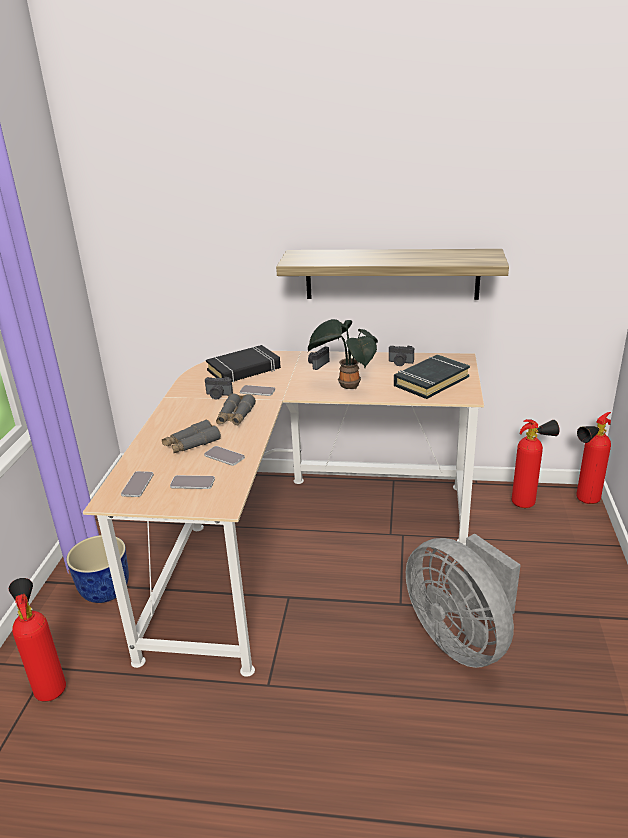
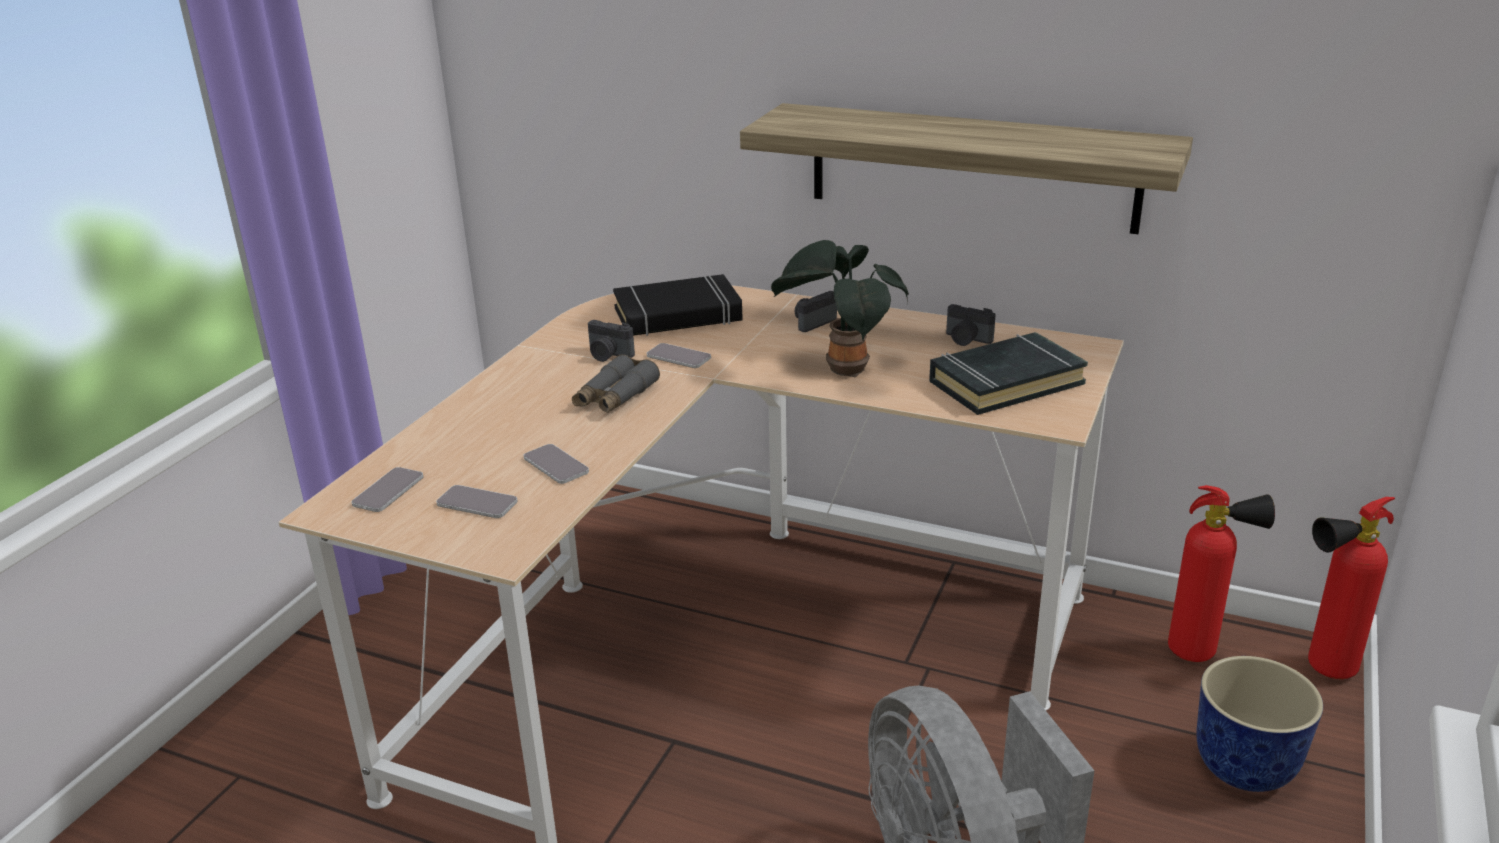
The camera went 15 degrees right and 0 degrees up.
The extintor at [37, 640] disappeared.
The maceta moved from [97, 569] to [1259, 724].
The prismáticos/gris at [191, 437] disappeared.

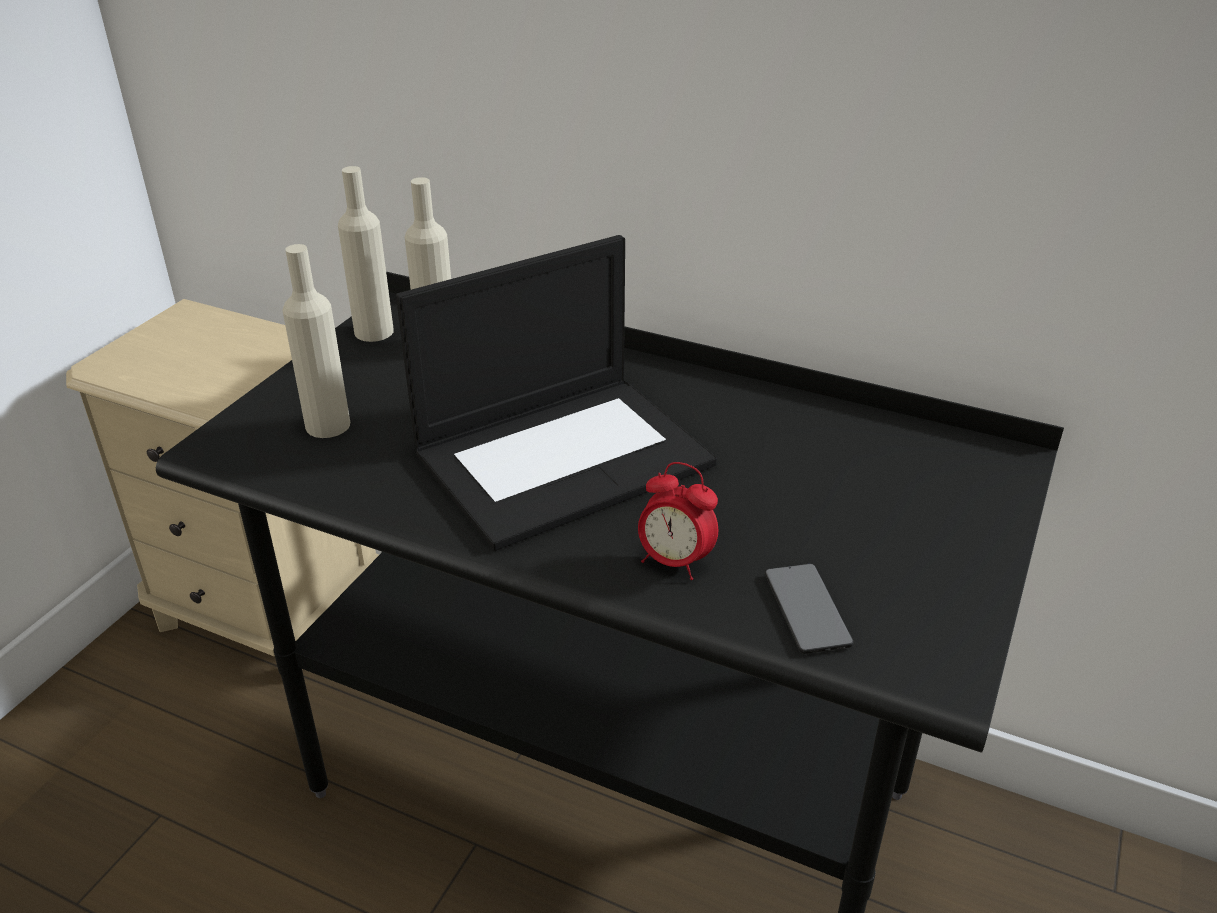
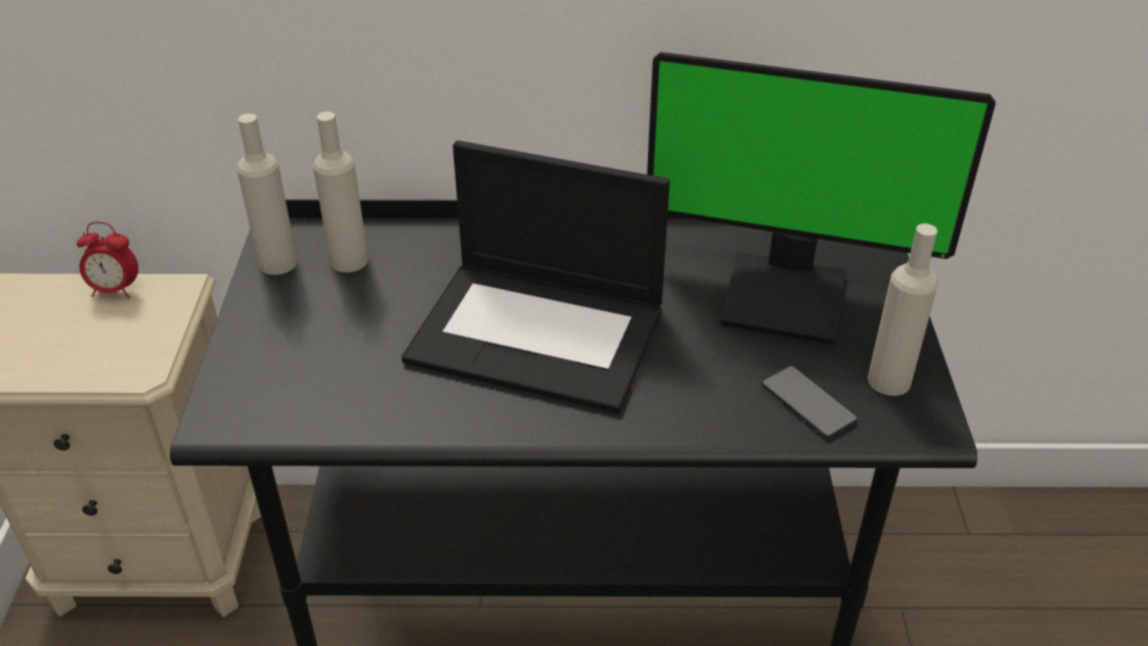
The camera went 25 degrees left and 5 degrees up.
The botella/beis moved from [316, 341] to [903, 310].
The portátil at [556, 393] turned 75 degrees clockwise.
The despertador moved from [678, 521] to [107, 260].
The monitor at [821, 198] appeared.

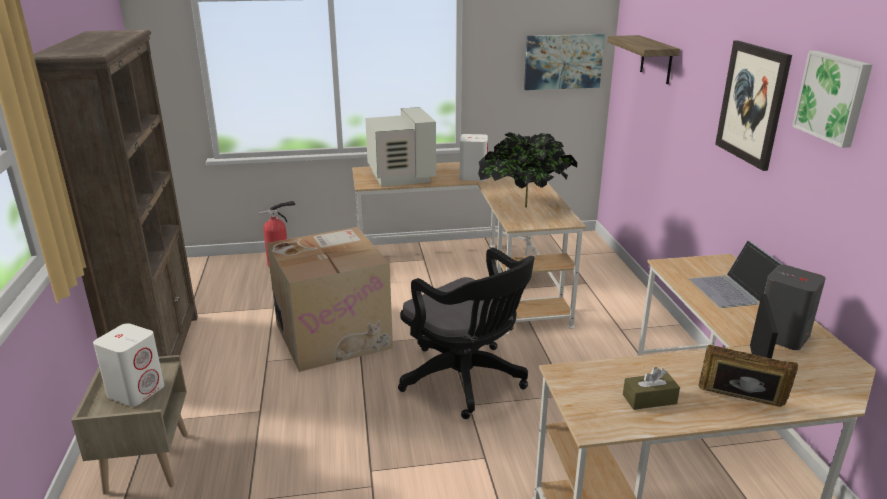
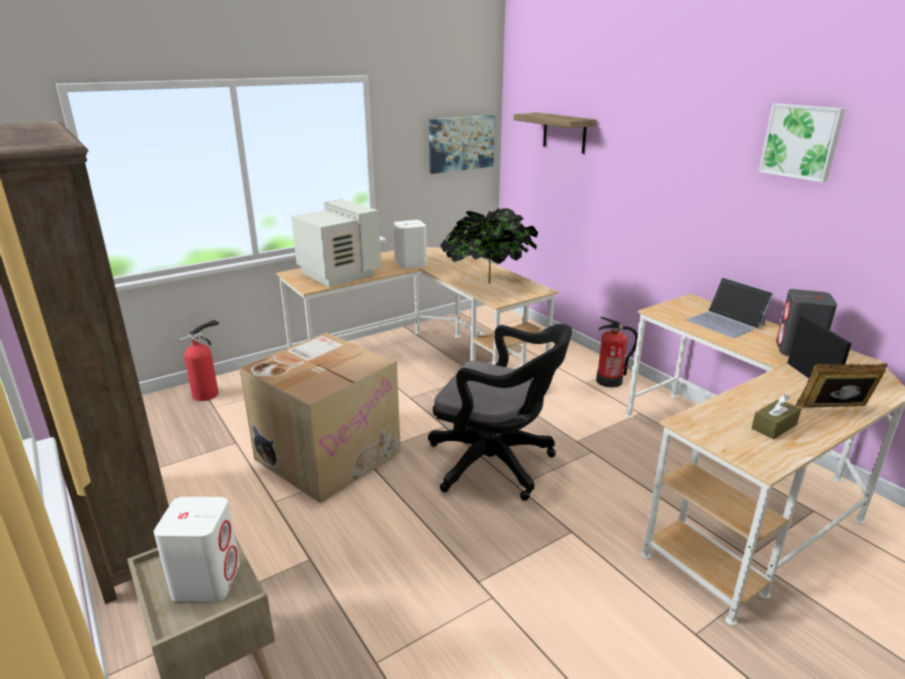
The camera went 25 degrees left and 0 degrees up.
The cuadro at [753, 105] disappeared.
The extintor at [617, 352] appeared.

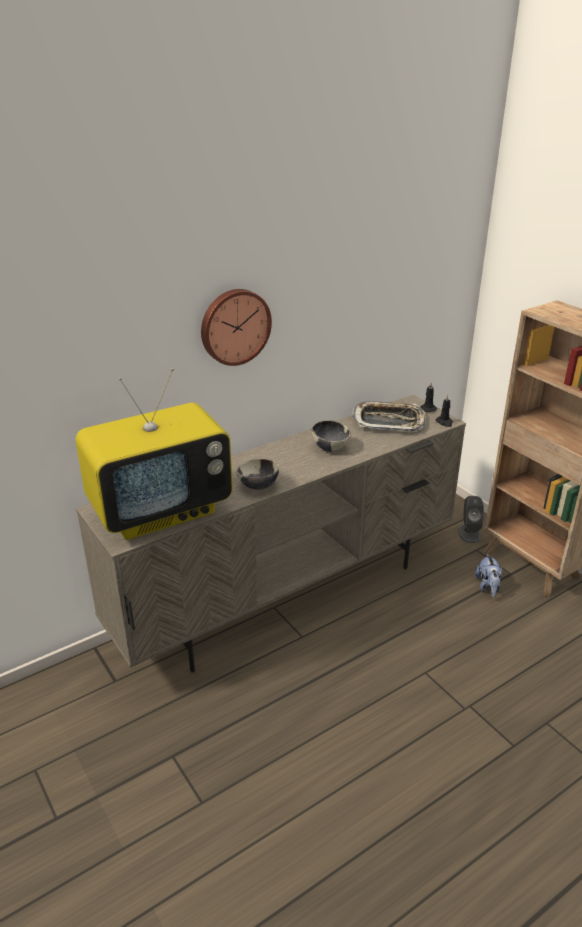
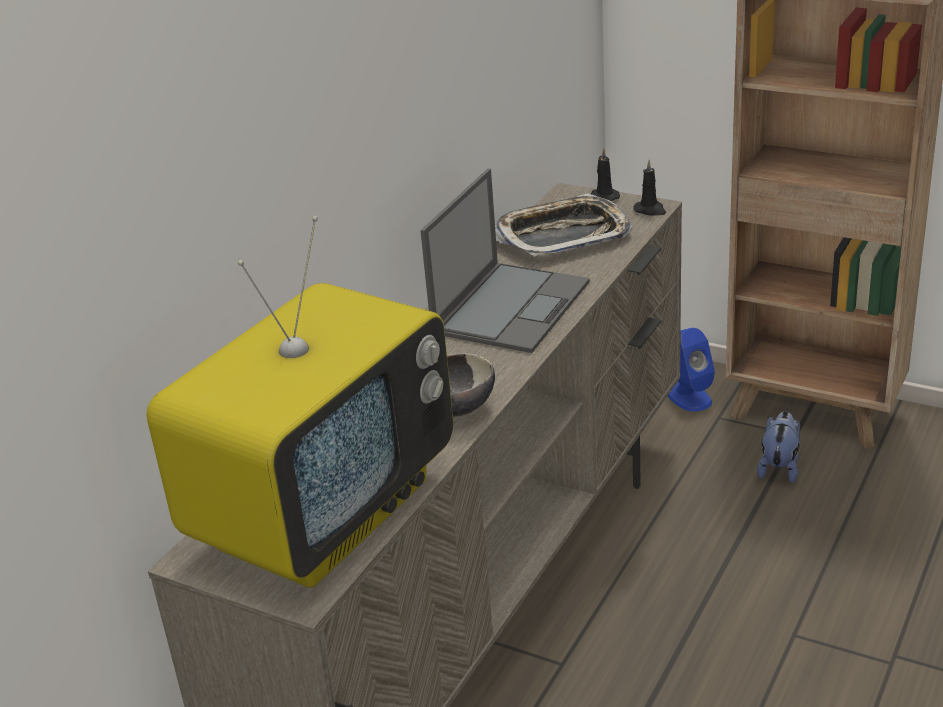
The camera went 25 degrees left and 0 degrees up.
The reloj de pared at [236, 327] disappeared.
The cuenco at [331, 436] was replaced by the portátil at [505, 261].
The altavoz/gris at [471, 519] became the altavoz/azul at [691, 370].
The peluche at [488, 575] turned 135 degrees counterclockwise.

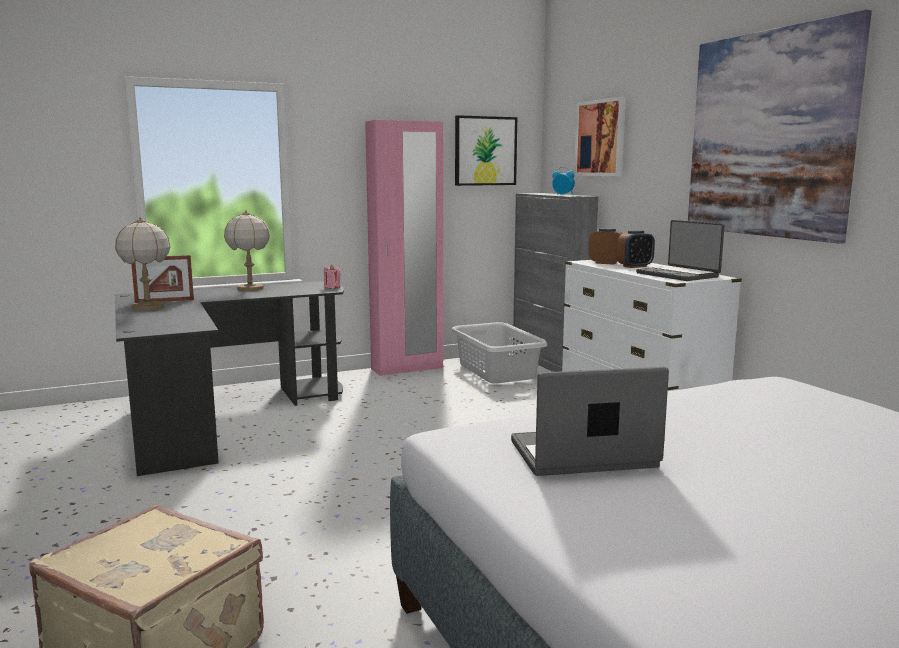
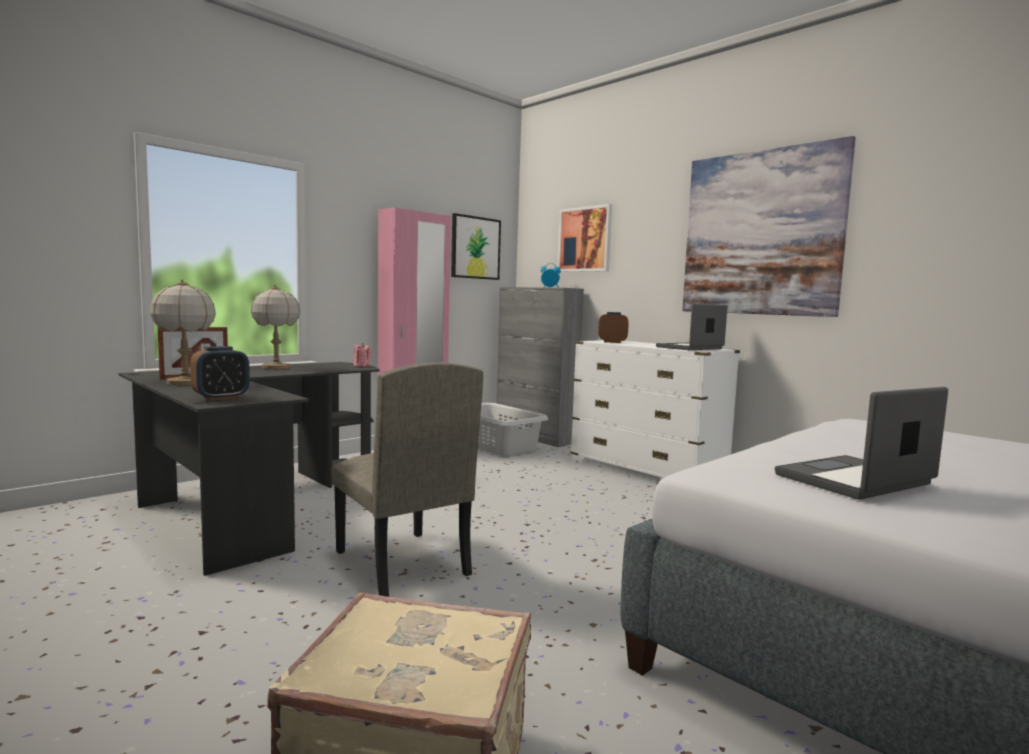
The camera went 20 degrees left and 5 degrees down.
The despertador moved from [636, 249] to [220, 373].
The portátil at [680, 250] turned 105 degrees clockwise.
The silla/beis at [407, 479] appeared.

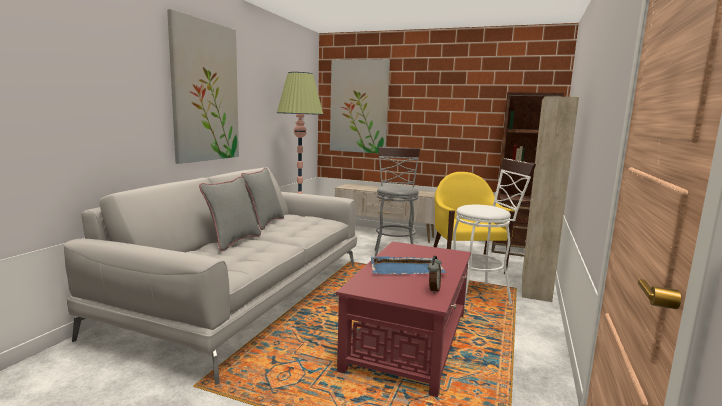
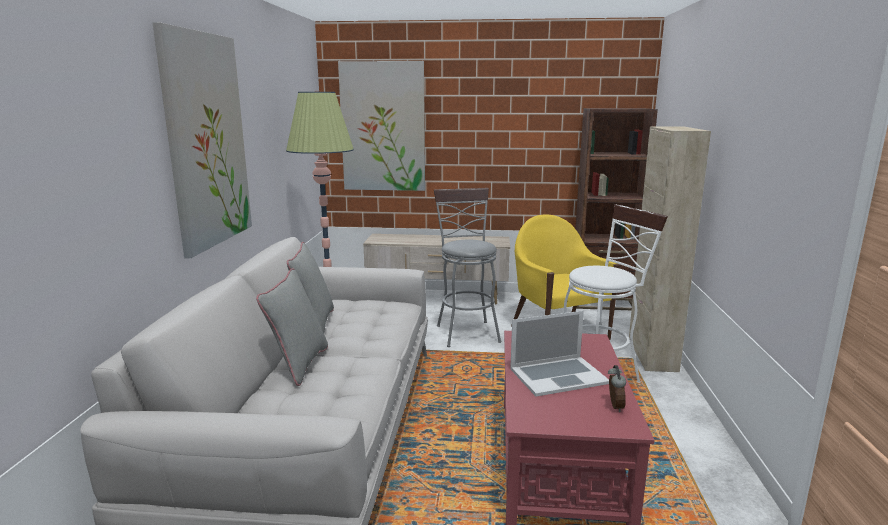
The camera went 15 degrees left and 5 degrees up.
The bandeja/azul at [408, 265] was replaced by the portátil at [559, 353].

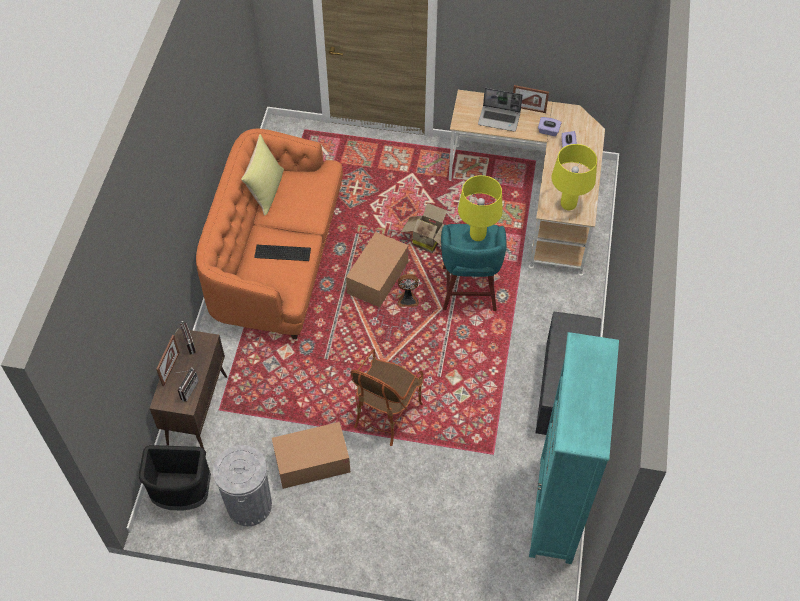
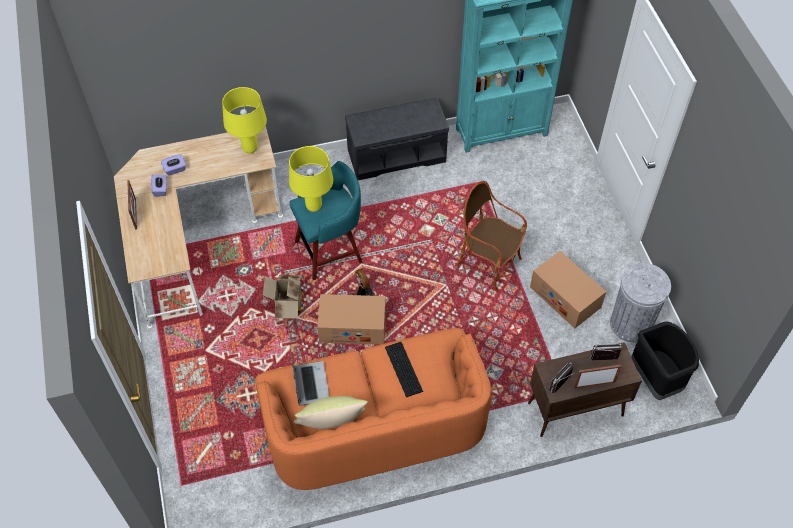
The camera went 115 degrees left and 0 degrees up.
The sillón at [387, 397] turned 150 degrees counterclockwise.
The portátil moved from [500, 110] to [310, 379].

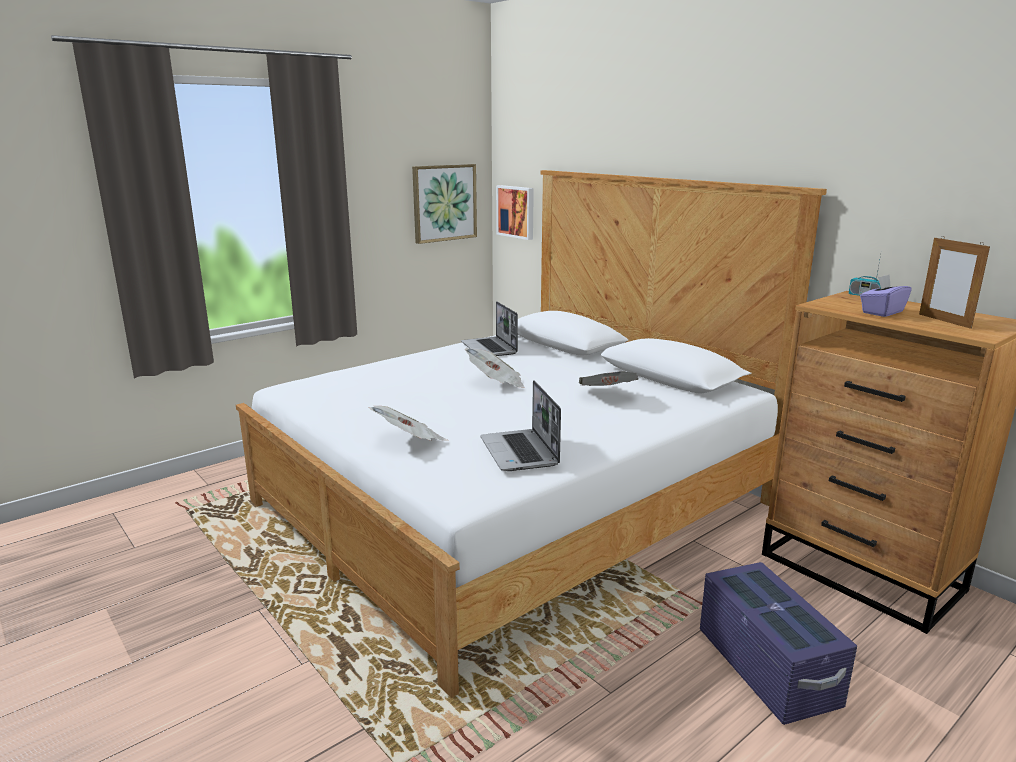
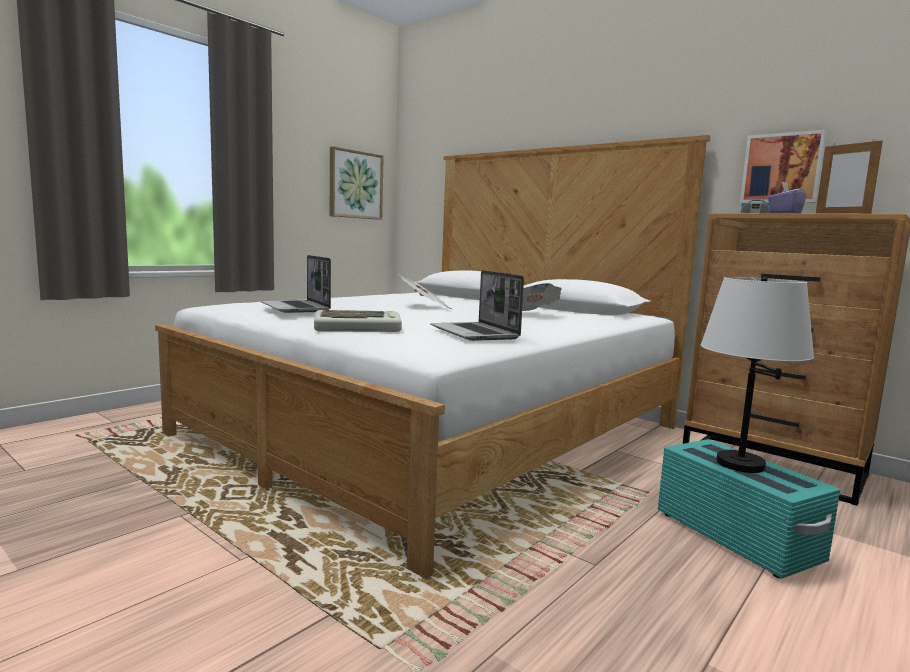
The camera went 10 degrees left and 10 degrees down.
The periódico at [408, 423] was replaced by the teclado at [358, 321].
The portátil moved from [489, 328] to [296, 284].
The cuadro moved from [515, 212] to [783, 166].
The caja de almacenaje/morado at [778, 643] became the caja de almacenaje/turquesa at [749, 509].
The lámpara de mesa/blanco at [757, 375] appeared.

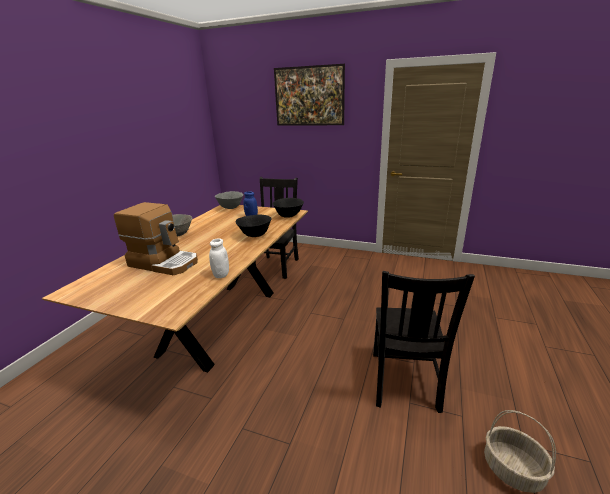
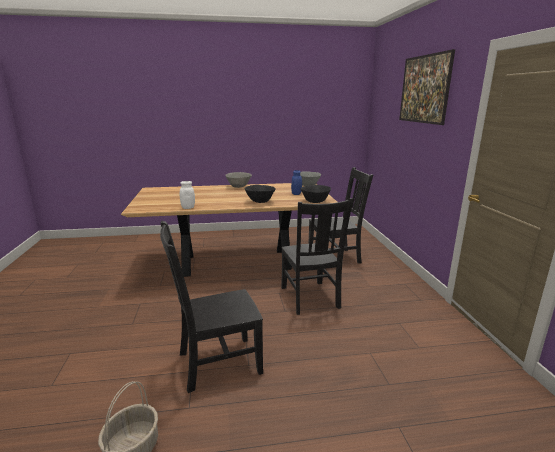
The camera went 60 degrees right and 5 degrees down.
The cafetera at [156, 238] disappeared.
The silla/negro at [317, 256] appeared.

